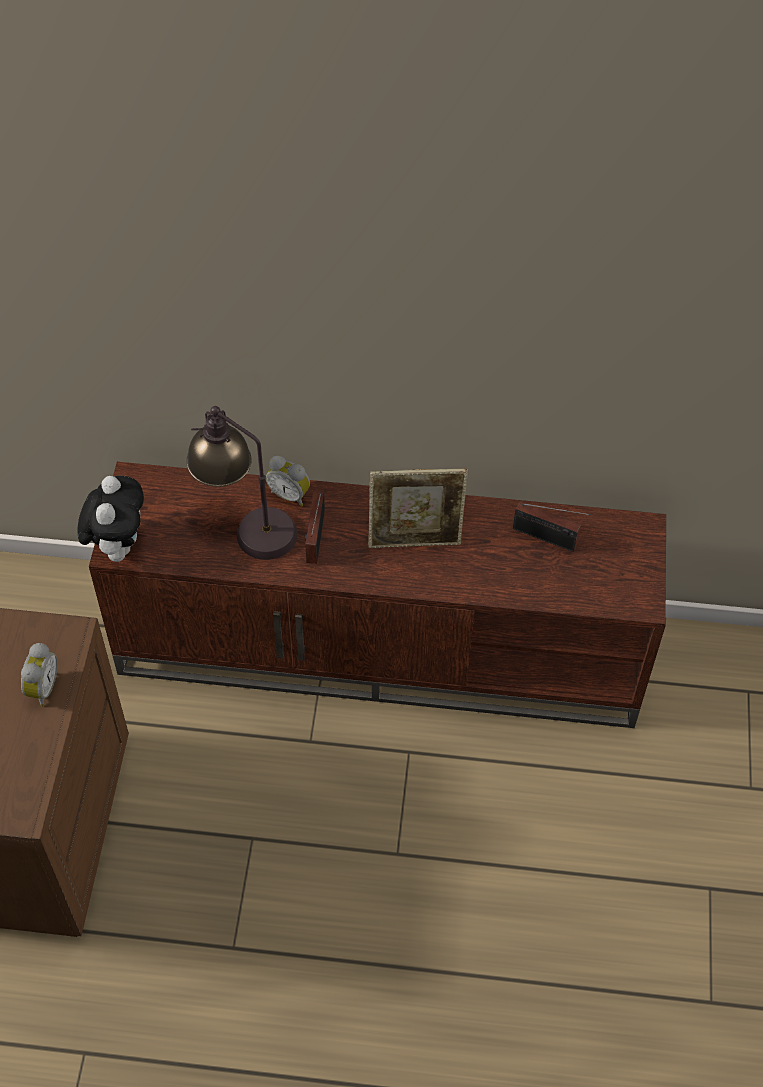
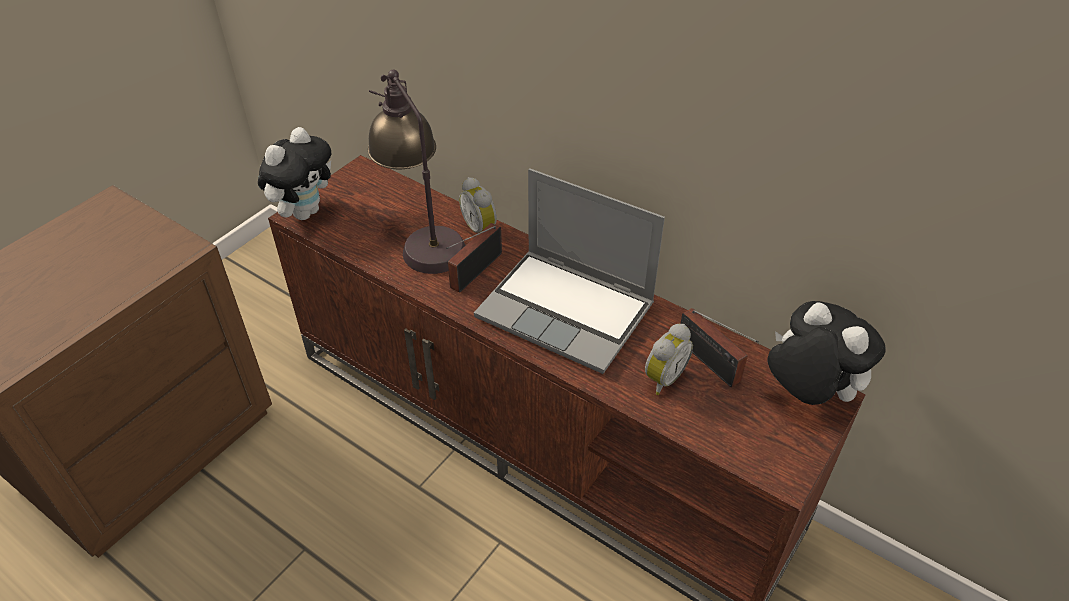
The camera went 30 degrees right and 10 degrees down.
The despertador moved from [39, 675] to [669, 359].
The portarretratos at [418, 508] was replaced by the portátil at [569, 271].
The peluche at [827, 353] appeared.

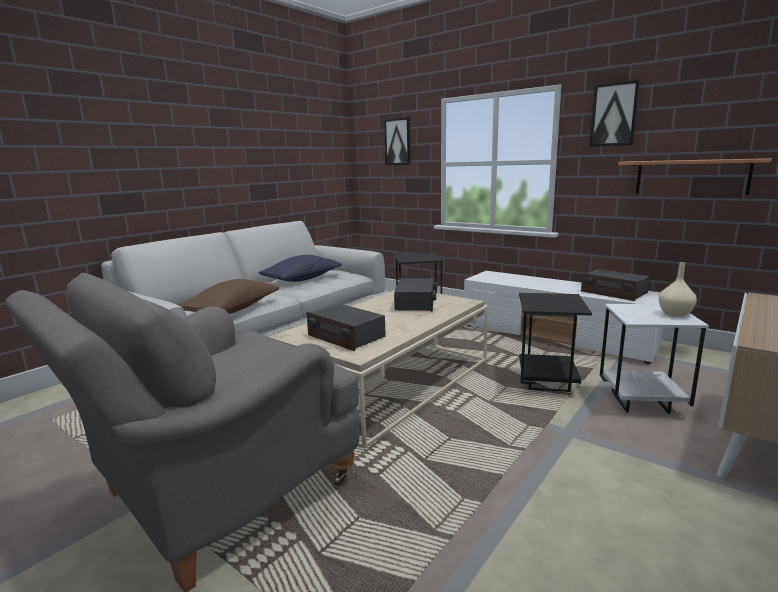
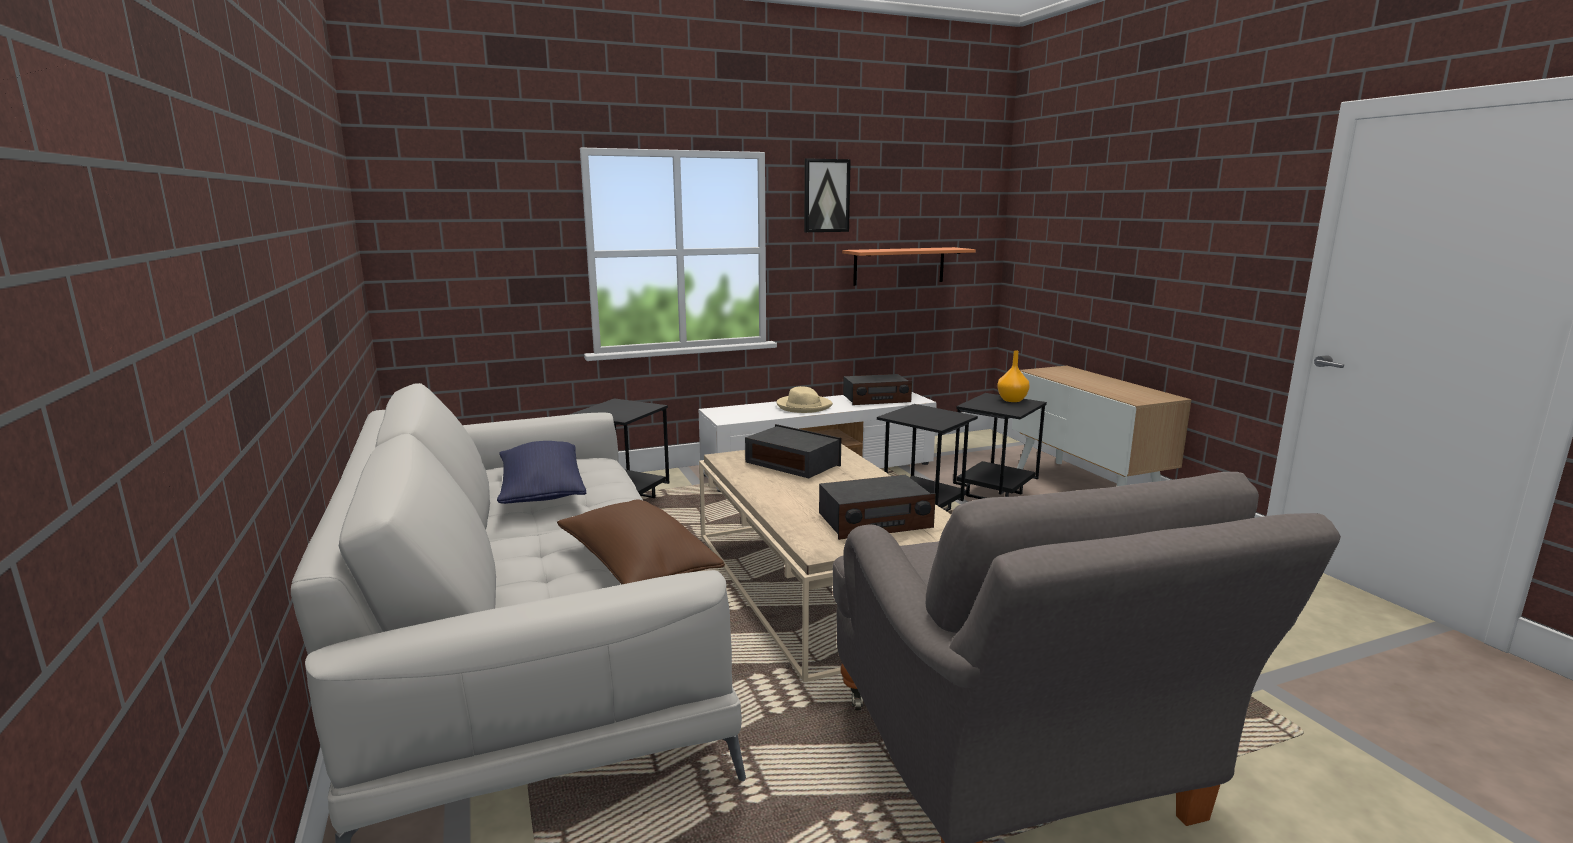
The camera went 60 degrees left and 0 degrees up.
The cuadro at [397, 141] disappeared.
The mesa auxiliar/blanco at [654, 359] became the mesa auxiliar/negro at [1000, 446].
The florero/beis at [678, 289] became the florero/naranja at [1013, 376].
The sombrero/beis at [804, 399] appeared.

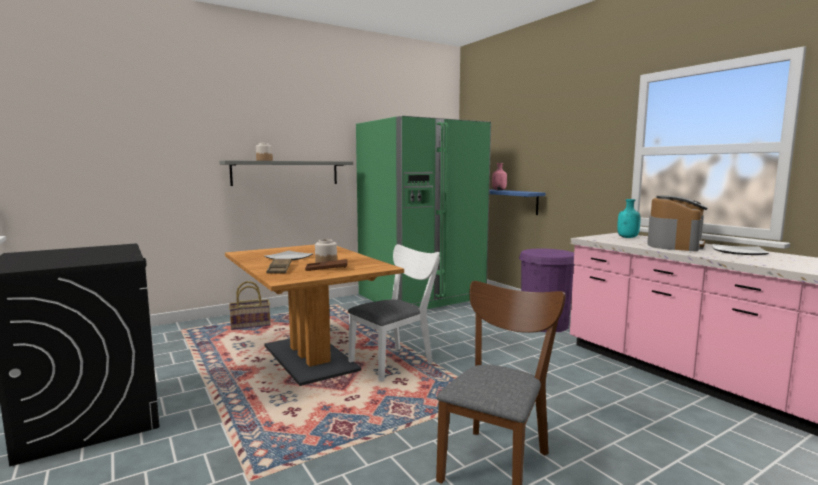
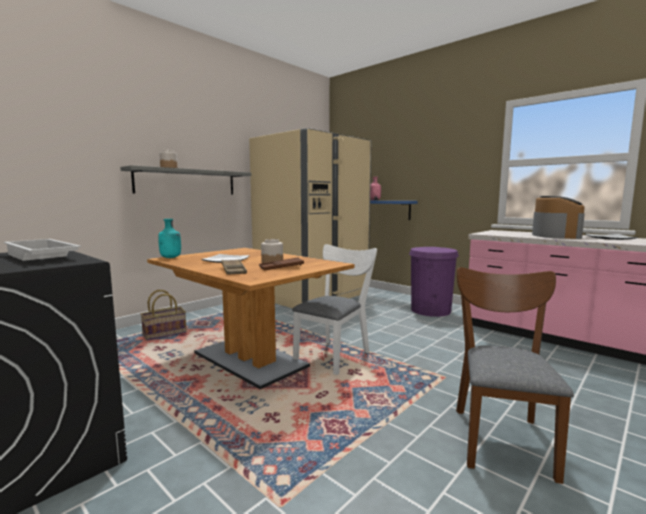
The camera went 15 degrees left and 0 degrees up.
The nevera/verde at [423, 212] became the nevera/beis at [310, 218].
The botella/turquesa moved from [629, 218] to [169, 238].
The bandeja/blanco at [42, 250] appeared.

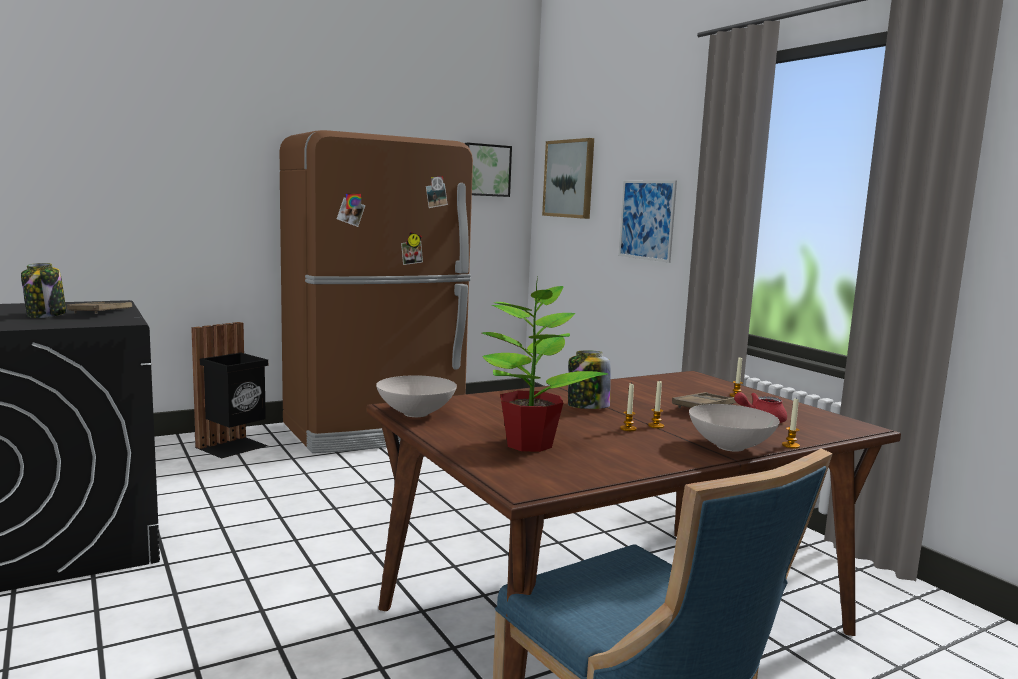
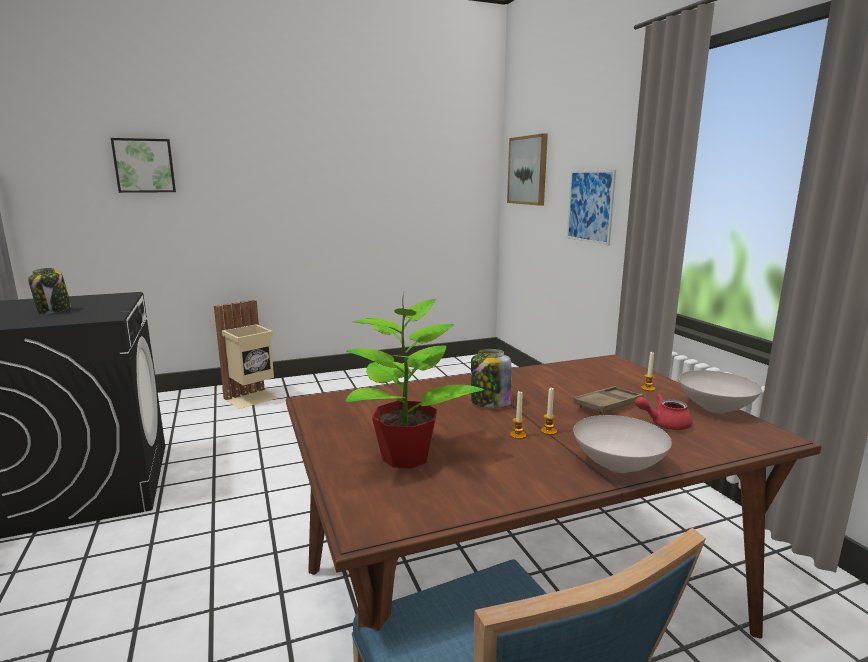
The camera went 10 degrees right and 5 degrees up.
The bandeja/marrón at [99, 308] disappeared.
The papelera/negro at [229, 390] became the papelera/beis at [246, 354].
The nevera/marrón at [376, 291] disappeared.
The cuenco/blanco moved from [416, 396] to [720, 391].
The cuadro moved from [488, 170] to [143, 165].
The vela at [791, 423] disappeared.

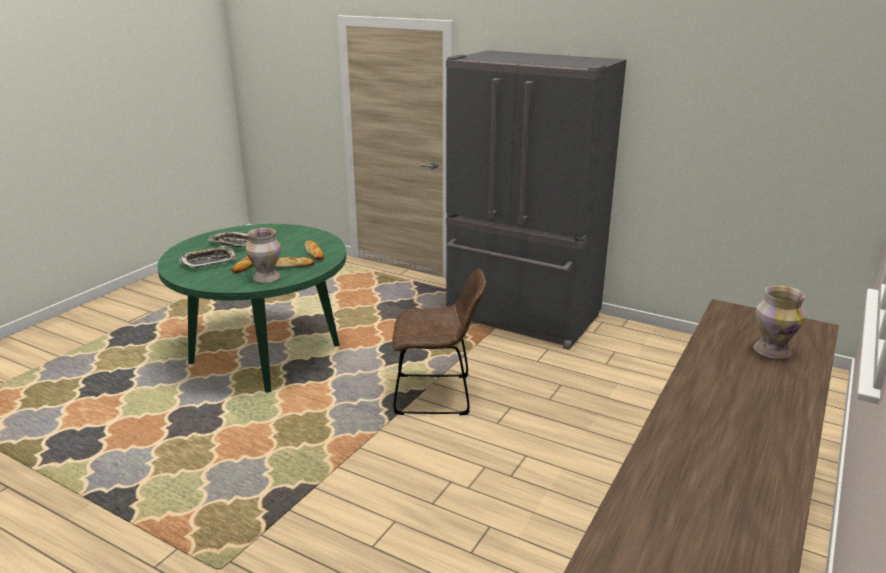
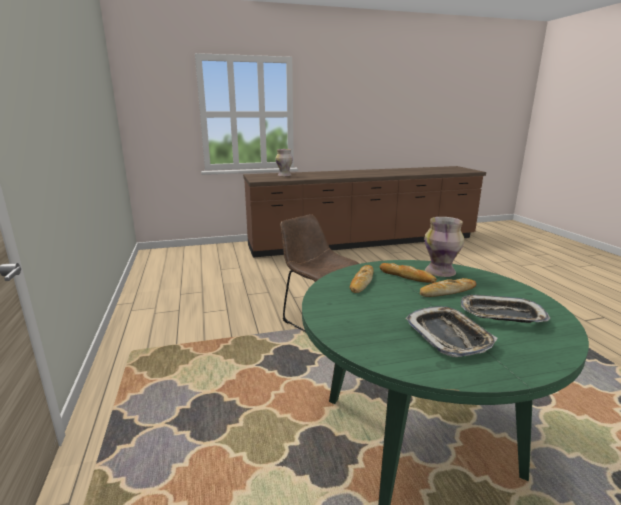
The camera went 135 degrees left and 5 degrees down.
The nevera/gris at [536, 200] disappeared.

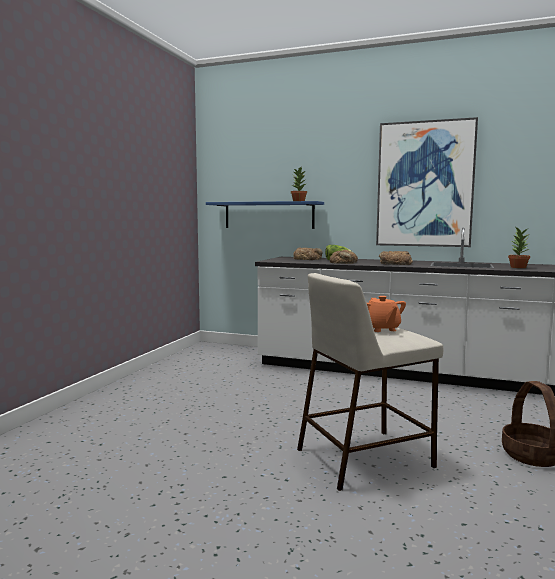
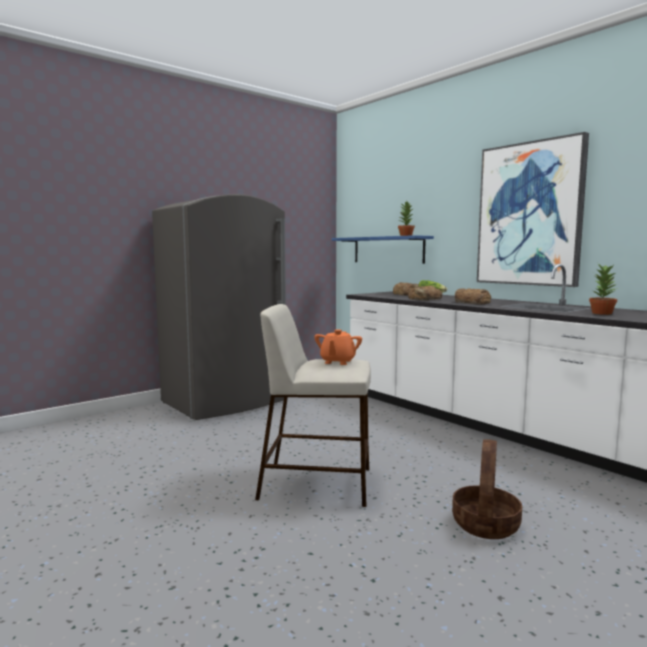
The camera went 30 degrees right and 0 degrees up.
The nevera/gris at [219, 307] appeared.

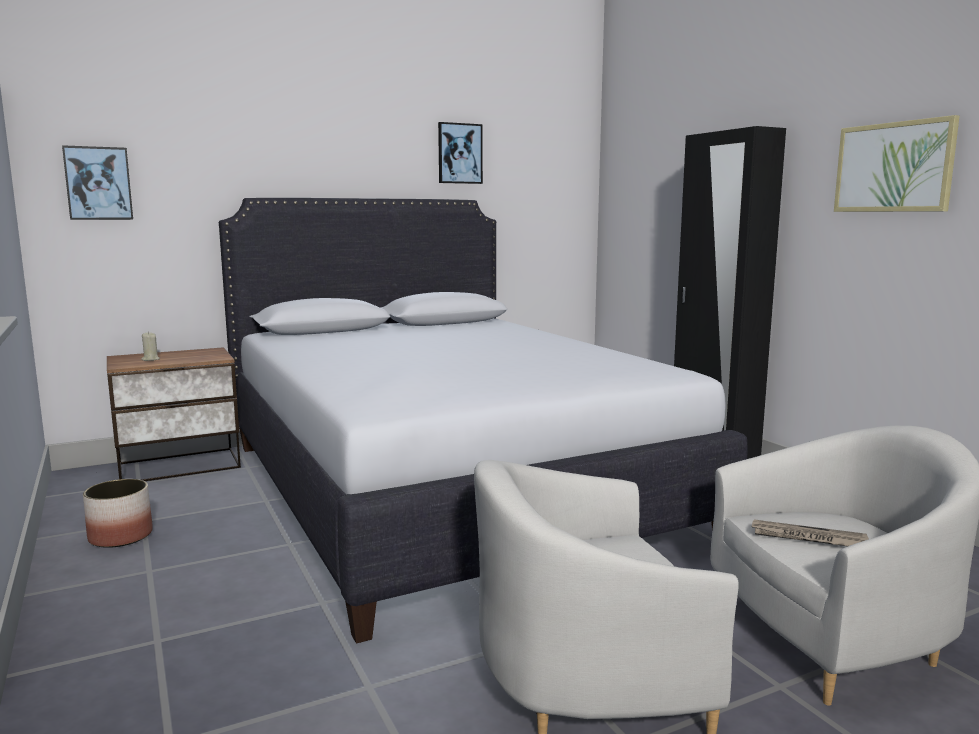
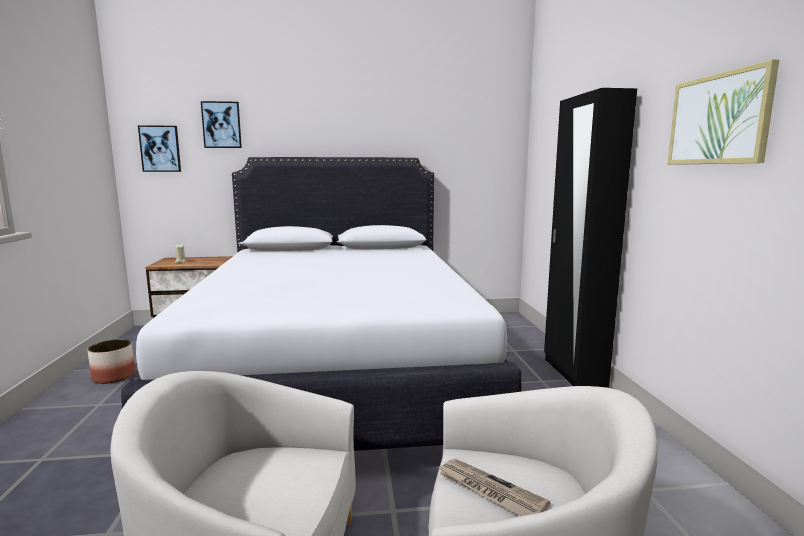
The camera went 20 degrees right and 0 degrees up.
The cuadro moved from [460, 153] to [221, 124].

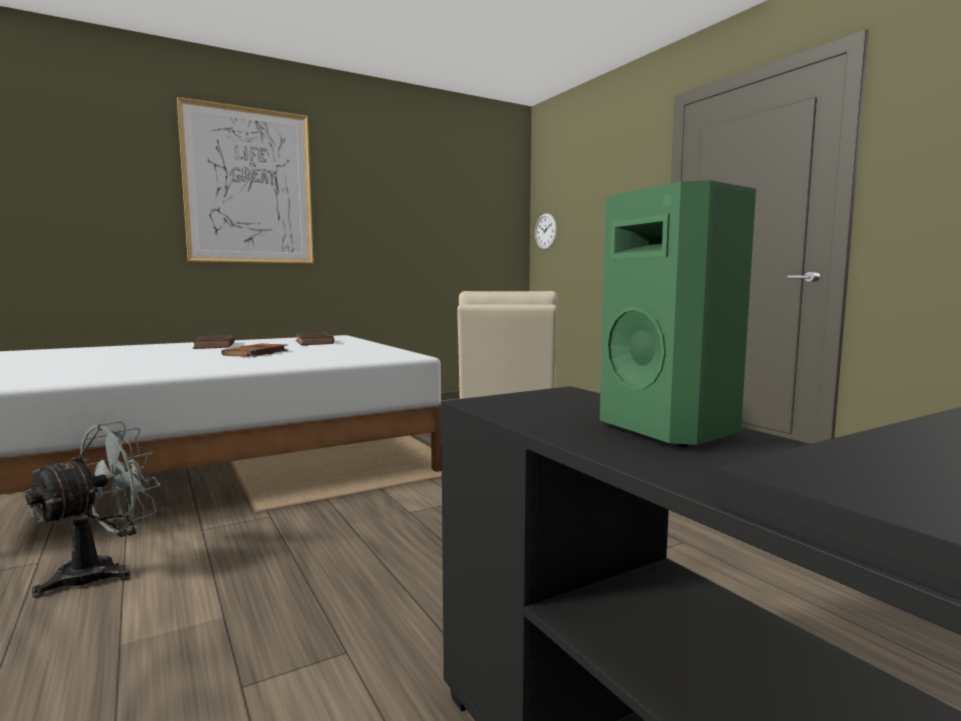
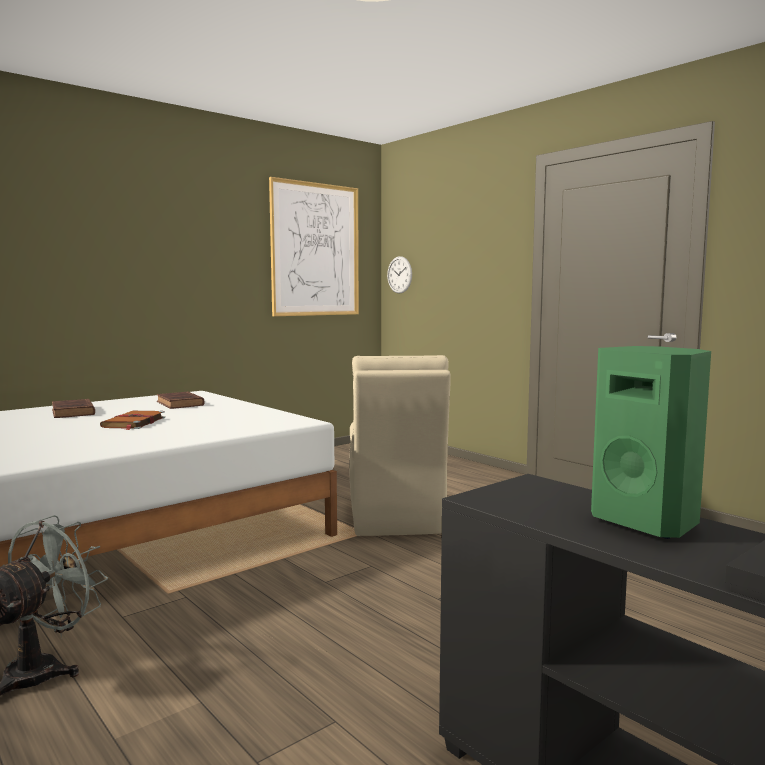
The camera went 10 degrees left and 0 degrees up.
The cuadro moved from [245, 180] to [314, 246].

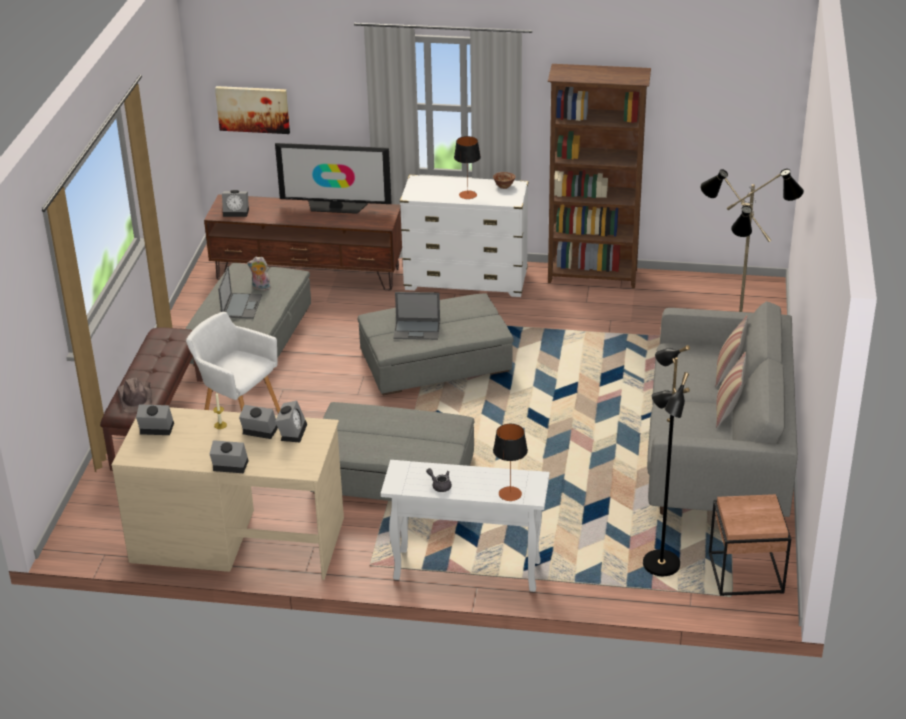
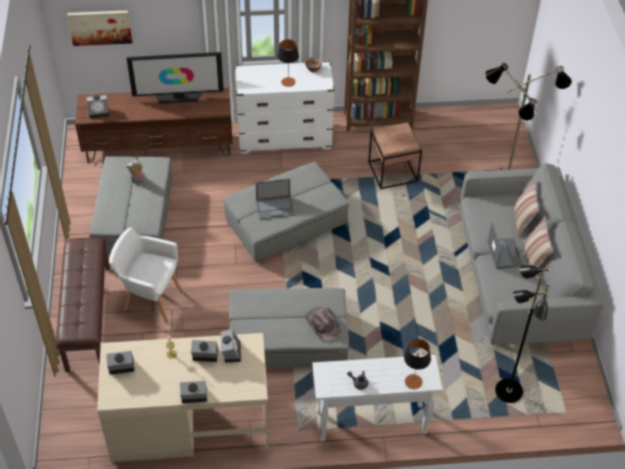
The camera went 15 degrees left and 15 degrees up.
The sombrero/marrón moved from [134, 395] to [323, 324].
The portátil moved from [240, 292] to [505, 246].
The mesa auxiliar/marrón moved from [750, 545] to [395, 156].

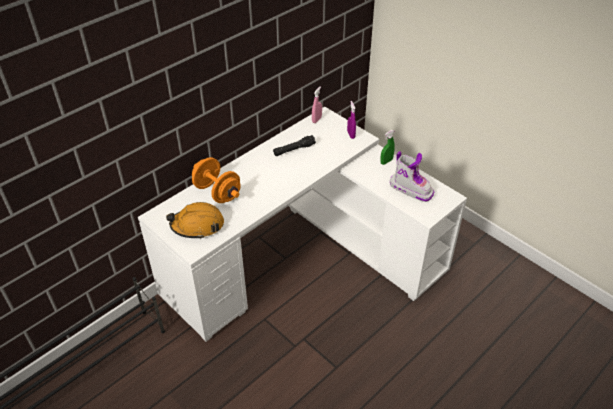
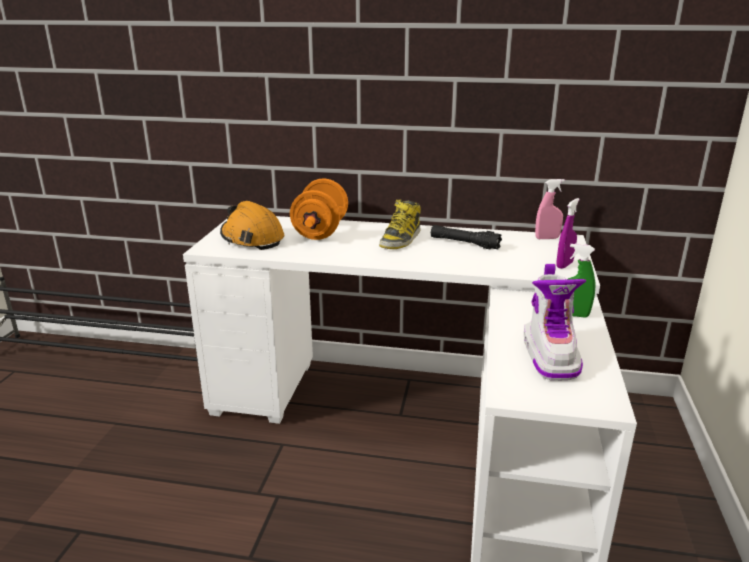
The camera went 55 degrees right and 20 degrees down.
The bota at [400, 224] appeared.

